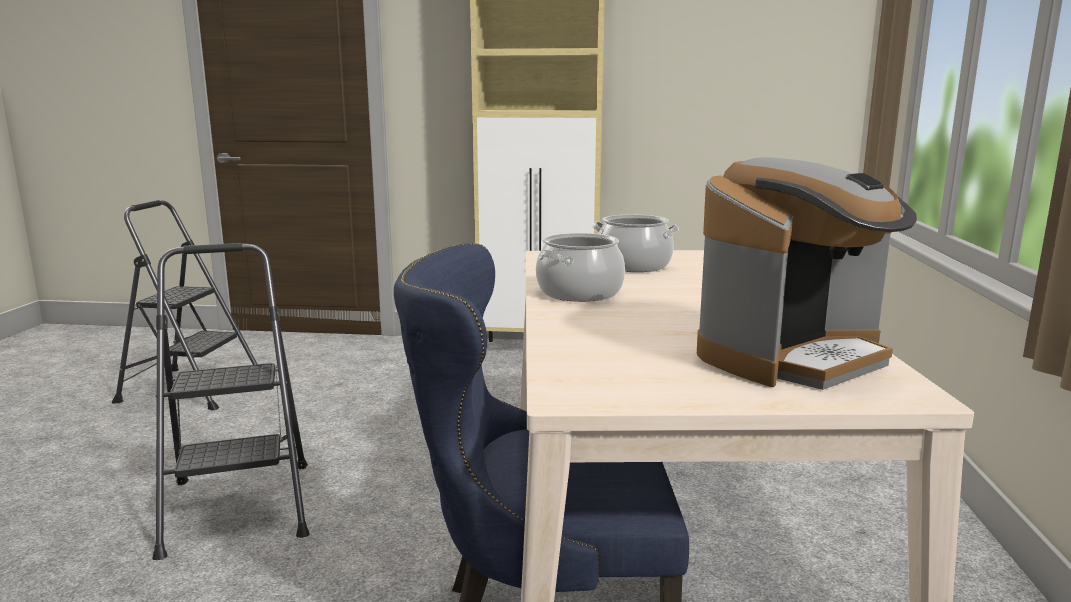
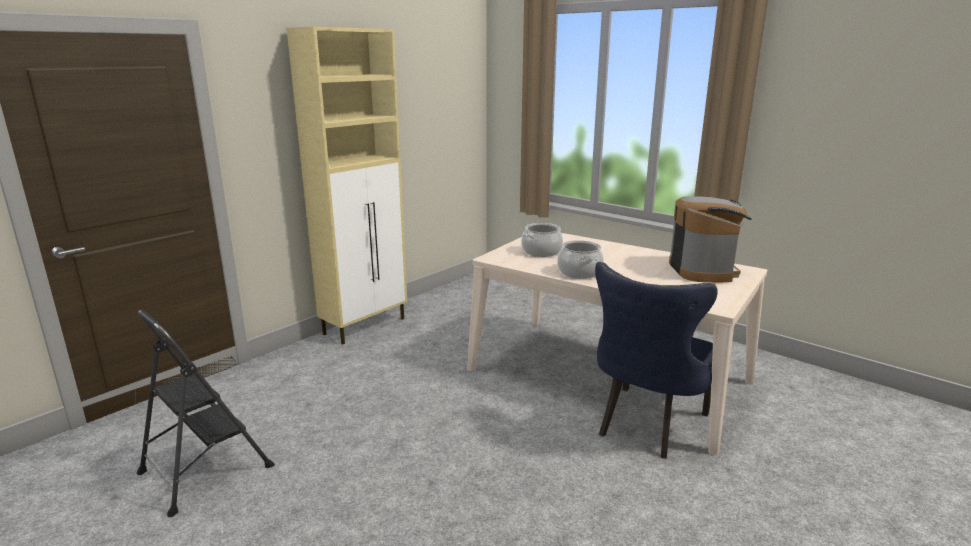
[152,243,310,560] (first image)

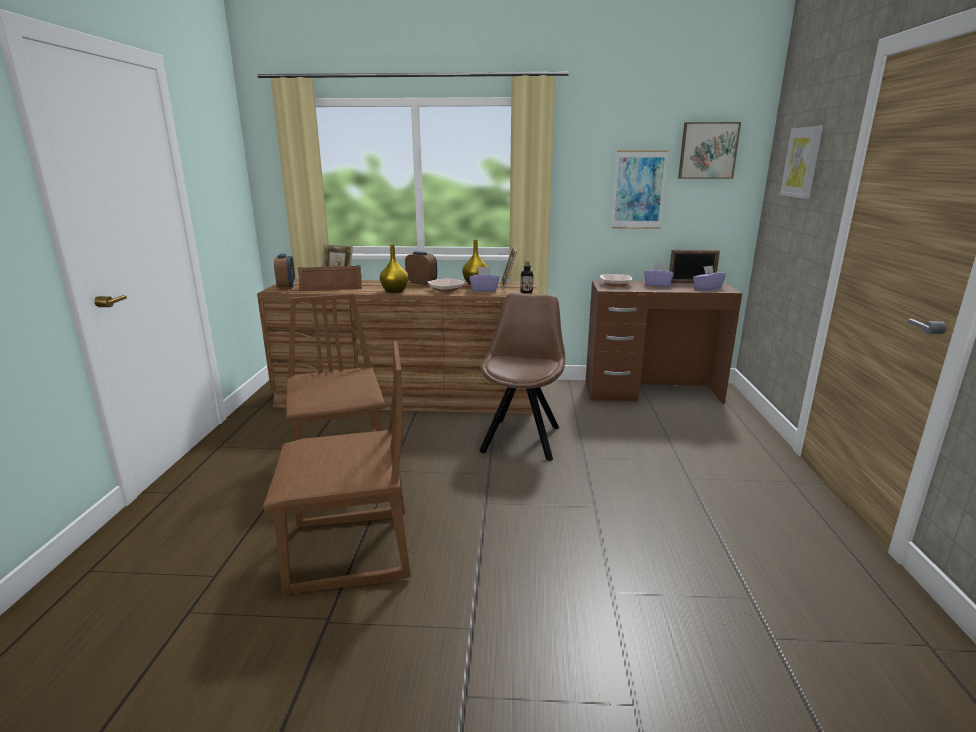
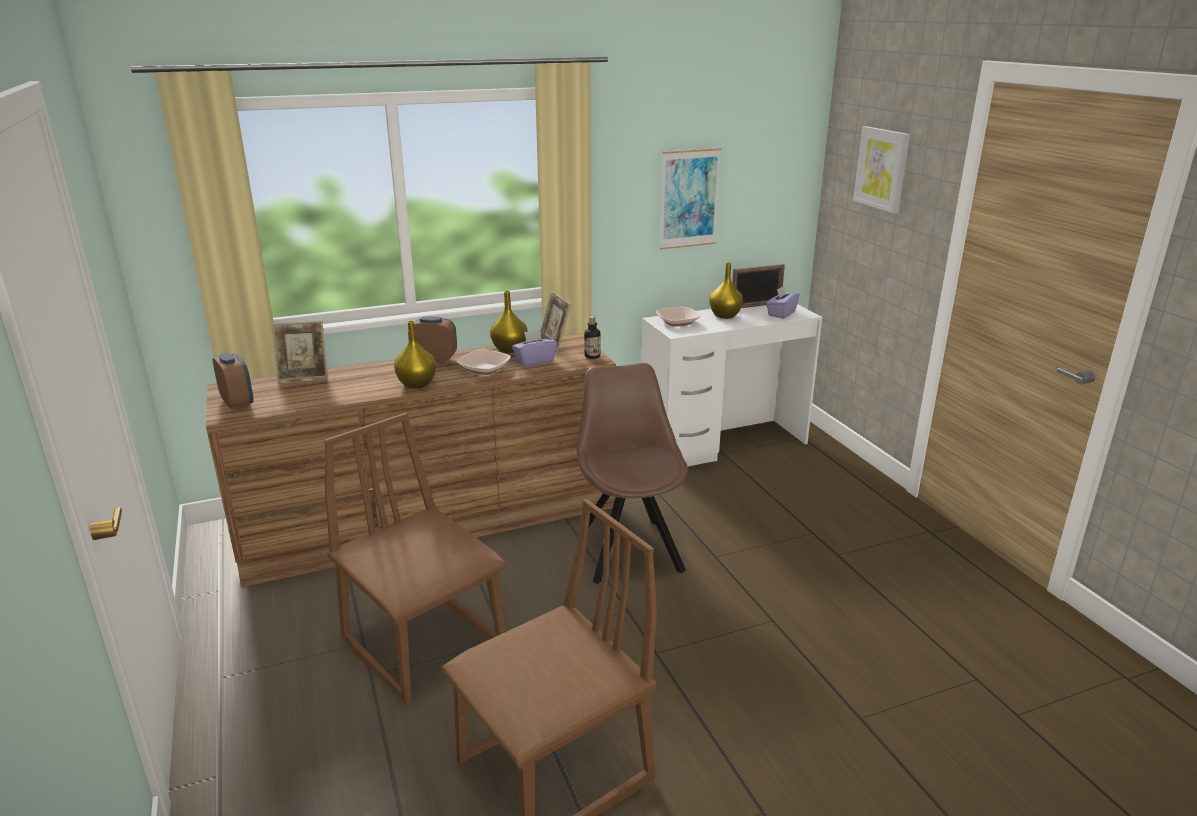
[298,265,362,292] (first image)
[678,122,741,179] (first image)
[709,263,743,319]
[641,304,822,466]

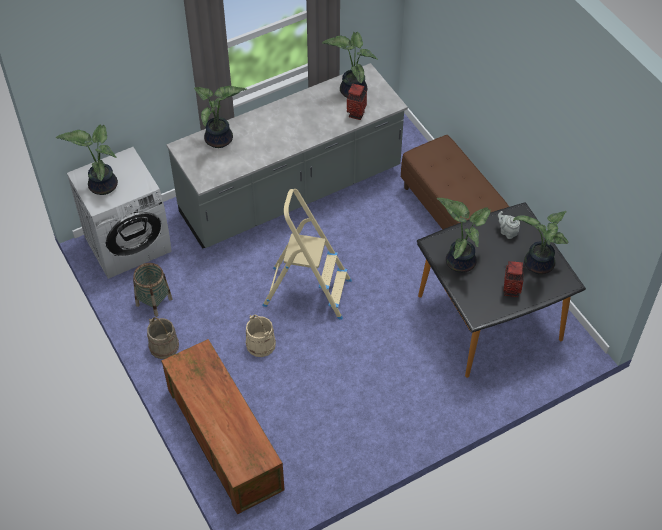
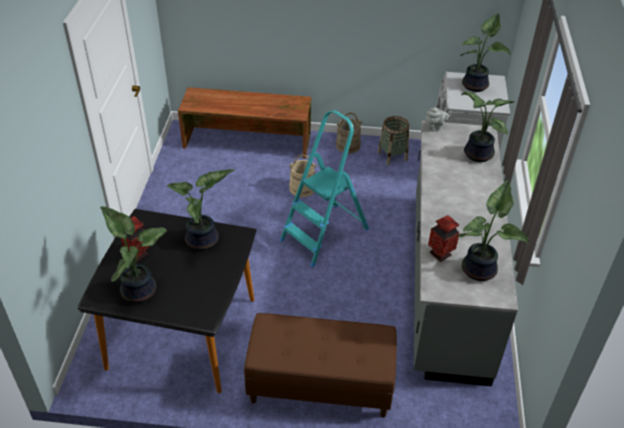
[425,107,451,131]
[280,110,369,267]

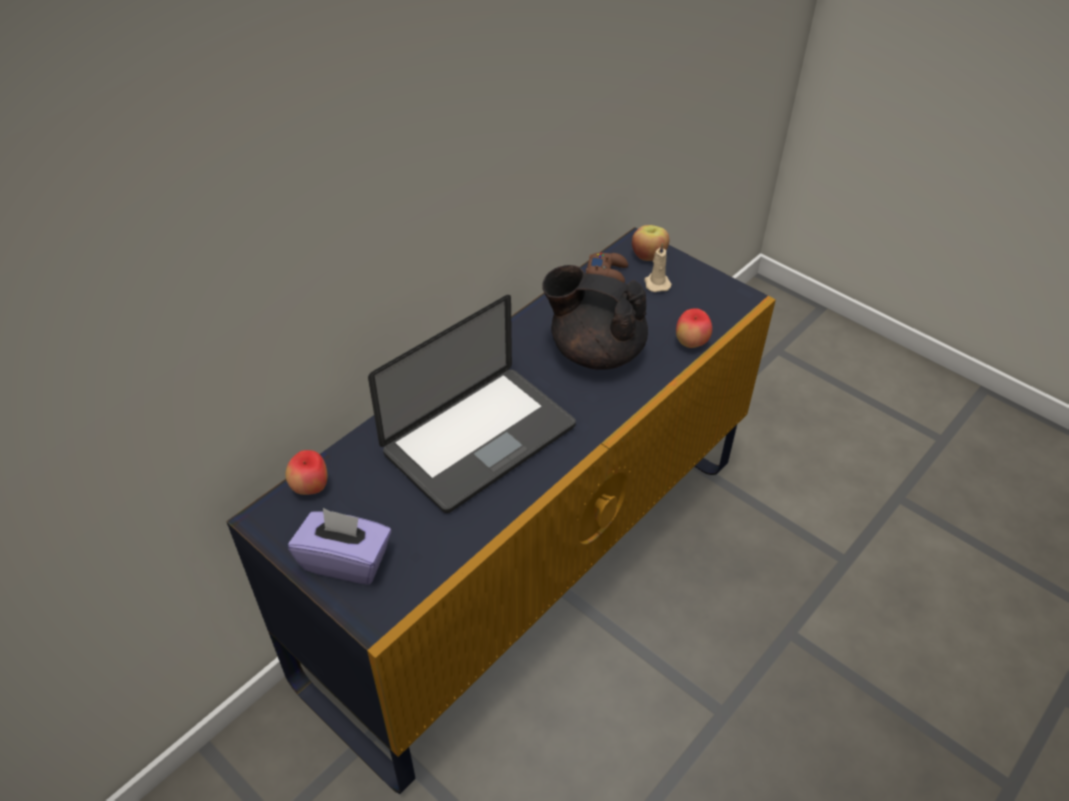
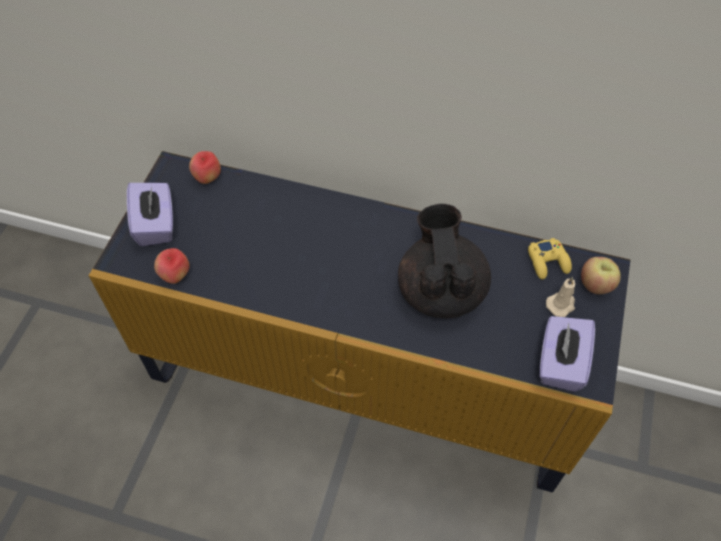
[368,295,576,513] (first image)
[540,316,595,392]
[154,248,190,284]
[528,238,572,279]

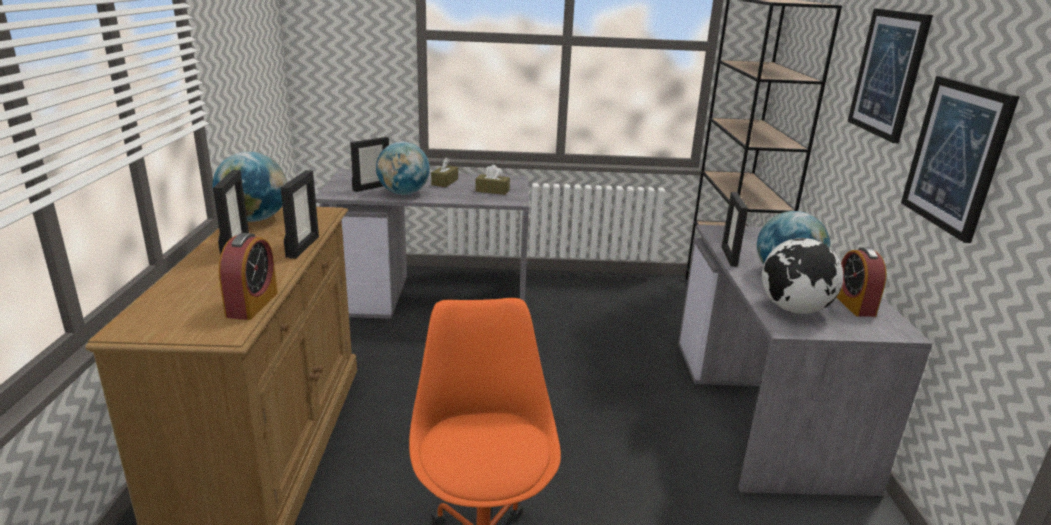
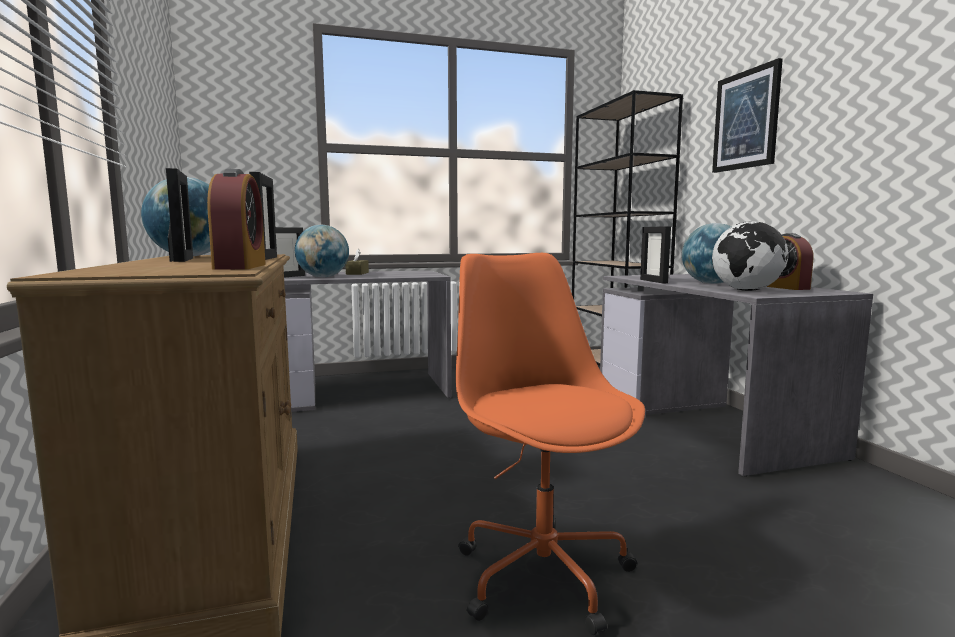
[475,165,510,195] (first image)
[901,76,1020,243] (first image)

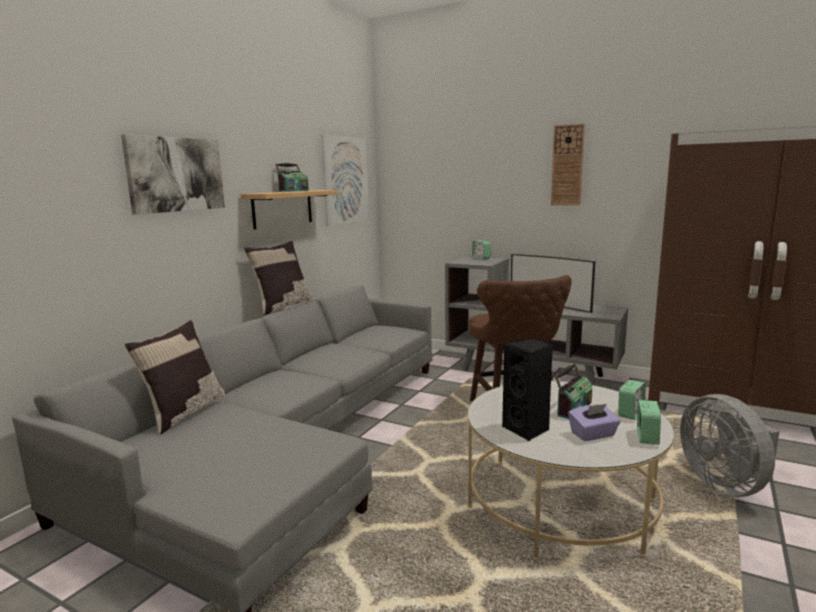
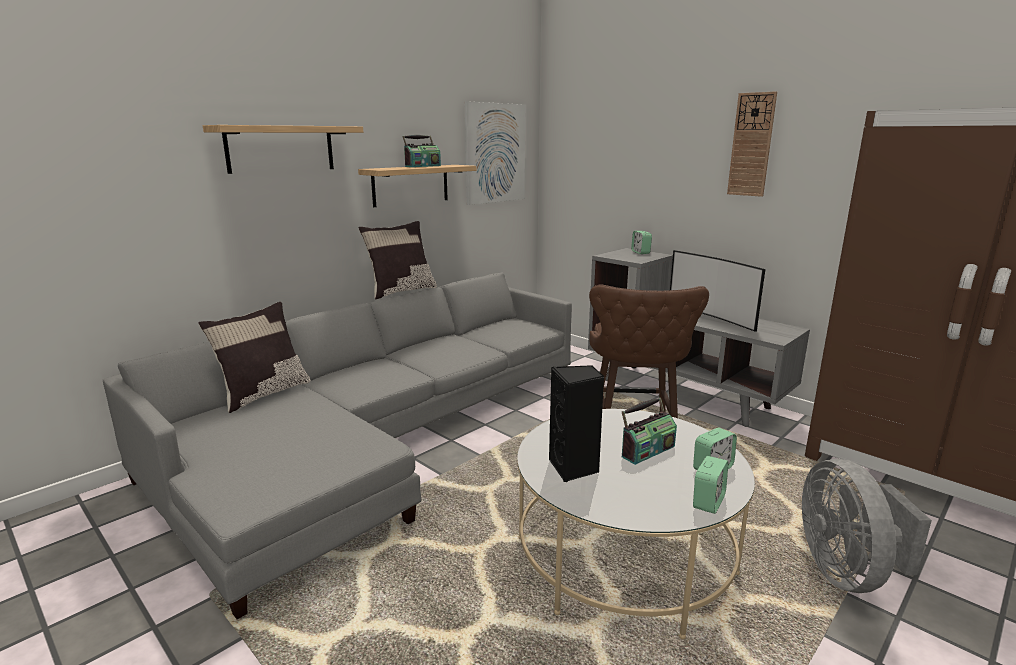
[568,404,621,441] (first image)
[203,125,363,174]

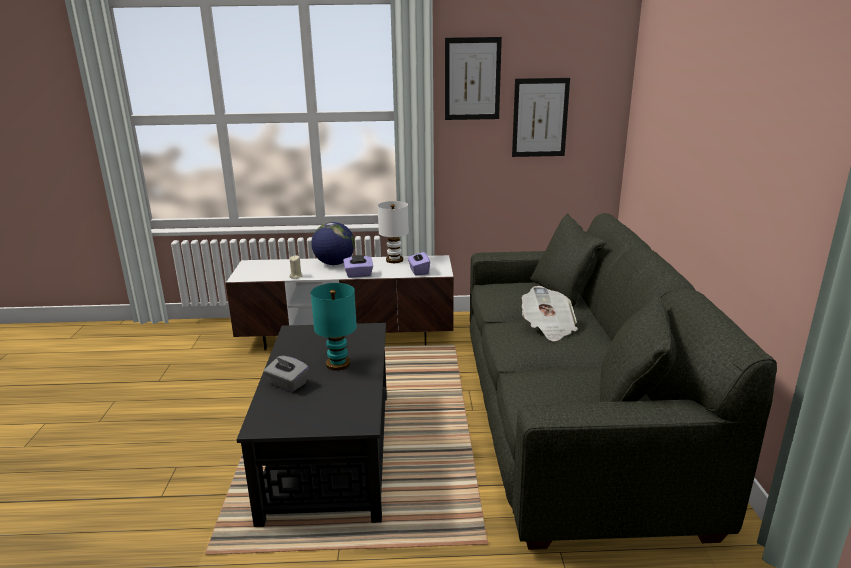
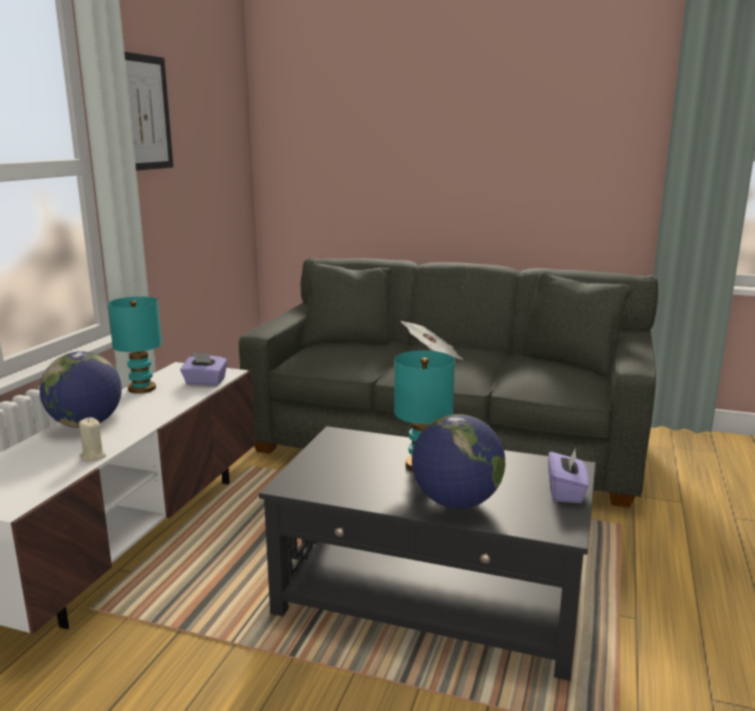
[512,78,570,157] (first image)
[548,448,589,503]
[412,414,505,509]
[108,297,162,394]

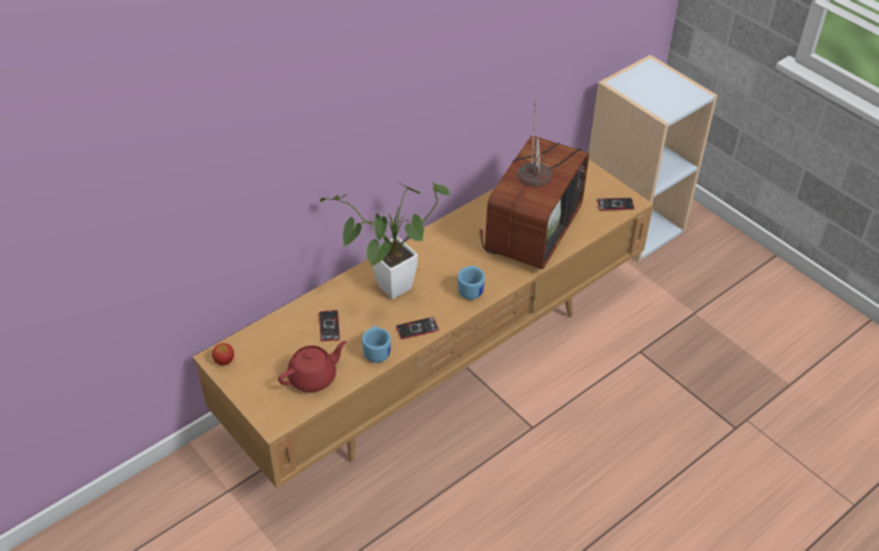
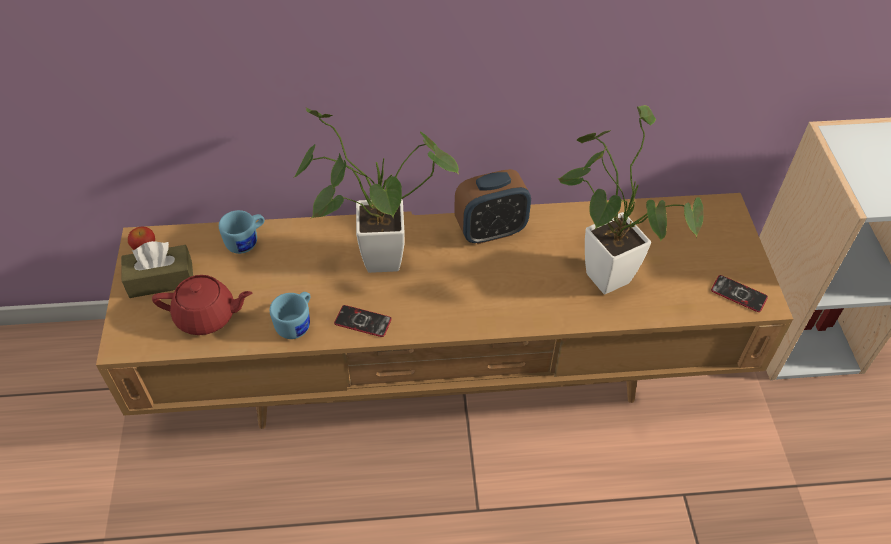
[319,310,340,341] (first image)
[121,241,193,298]
[454,169,531,244]
[219,210,265,254]
[557,105,703,294]

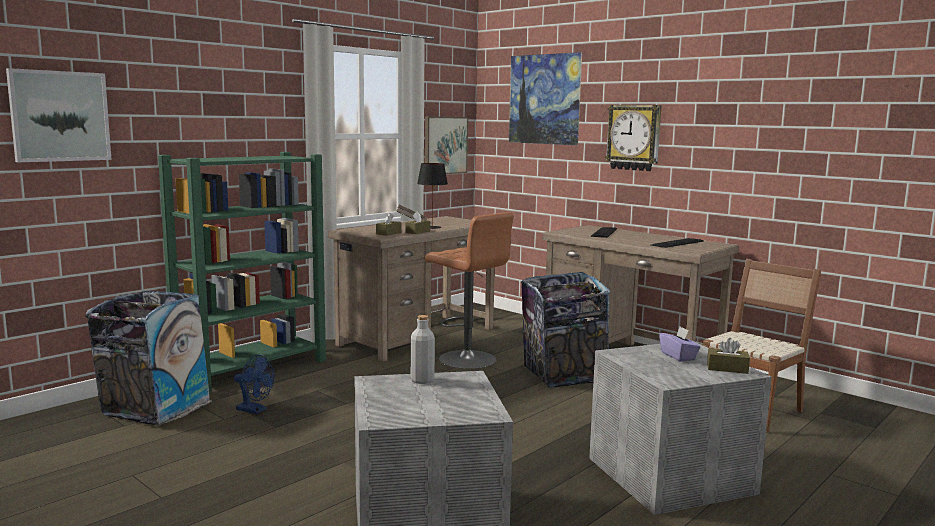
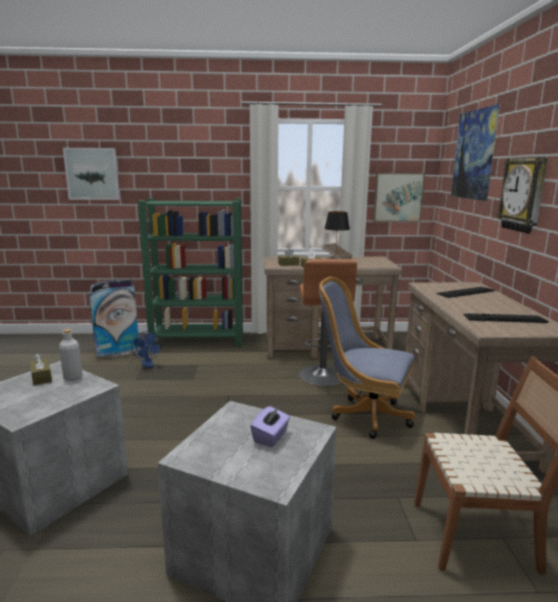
[30,353,52,385]
[319,277,415,439]

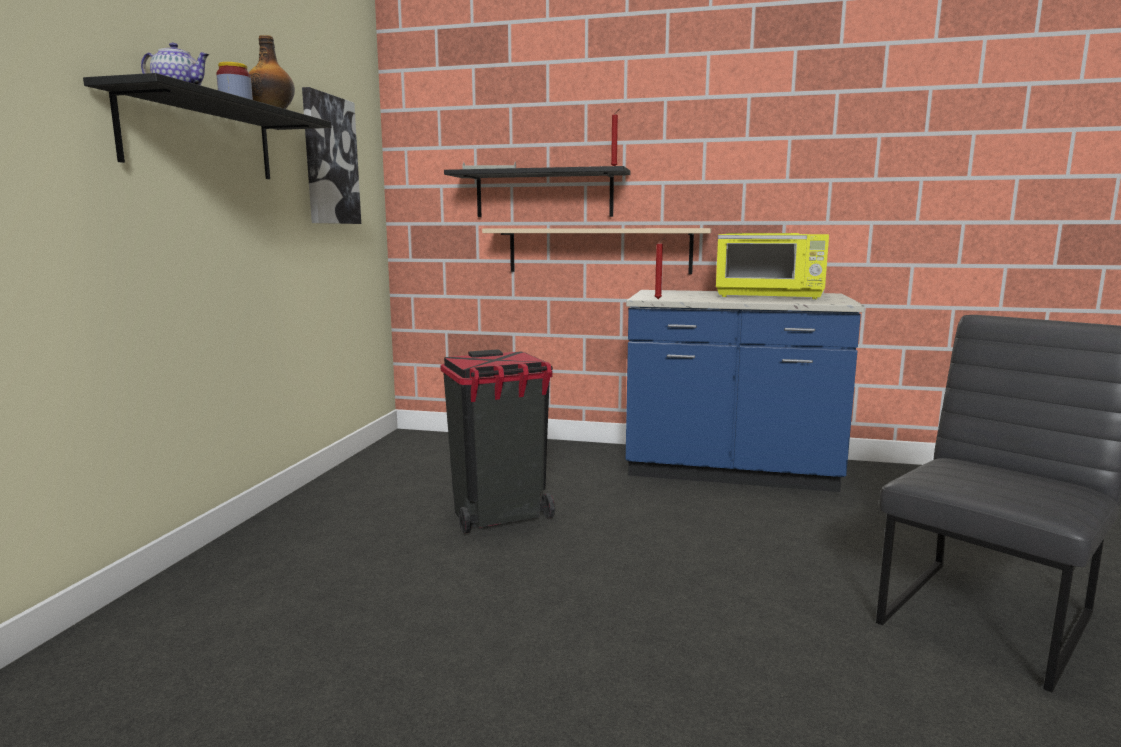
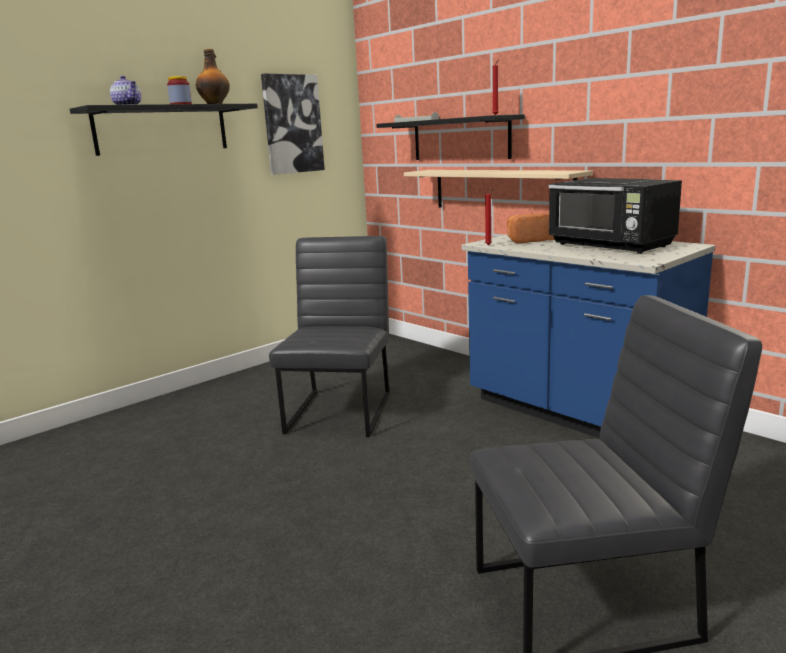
[507,213,555,243]
[269,236,390,437]
[548,178,682,254]

